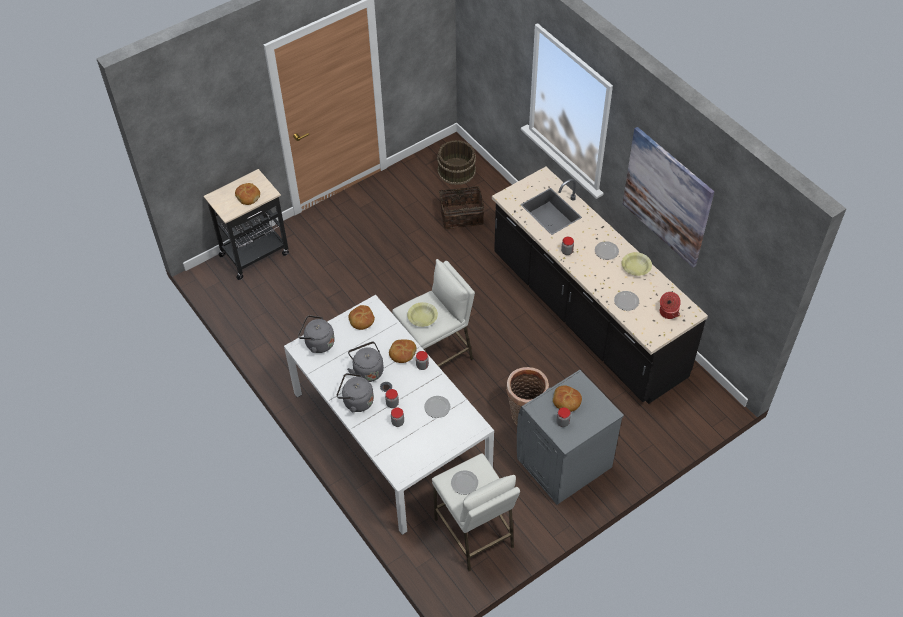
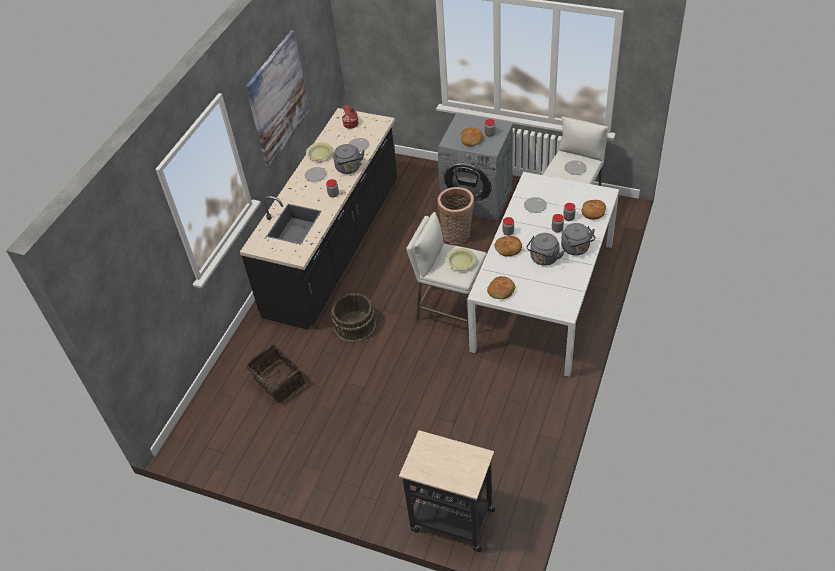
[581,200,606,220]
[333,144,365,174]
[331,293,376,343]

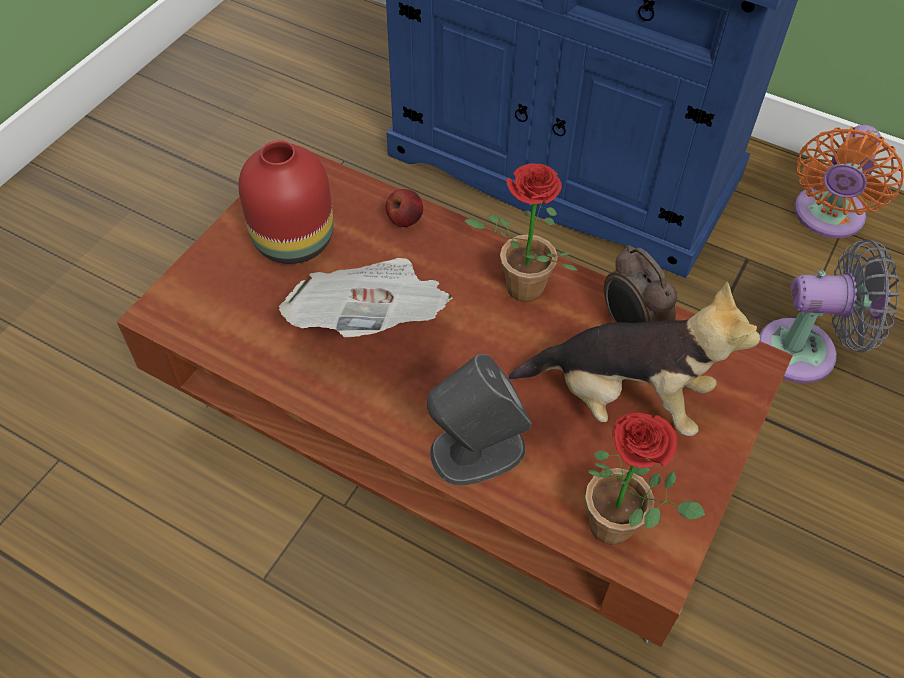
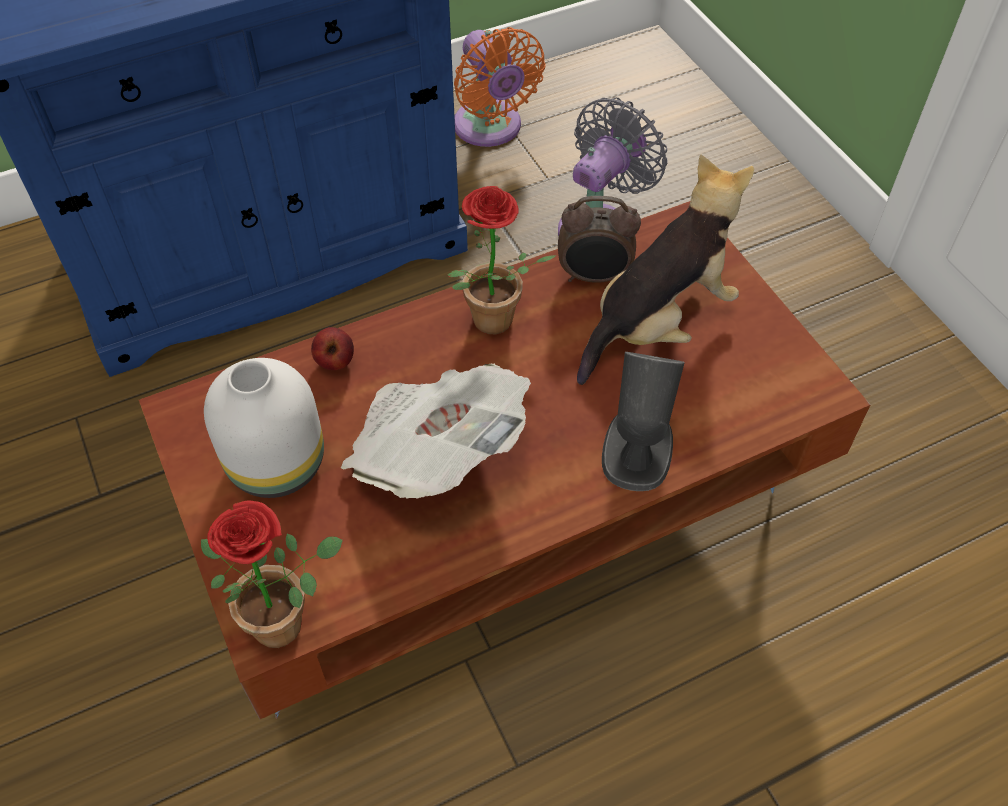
[201,500,343,648]
[204,358,324,498]

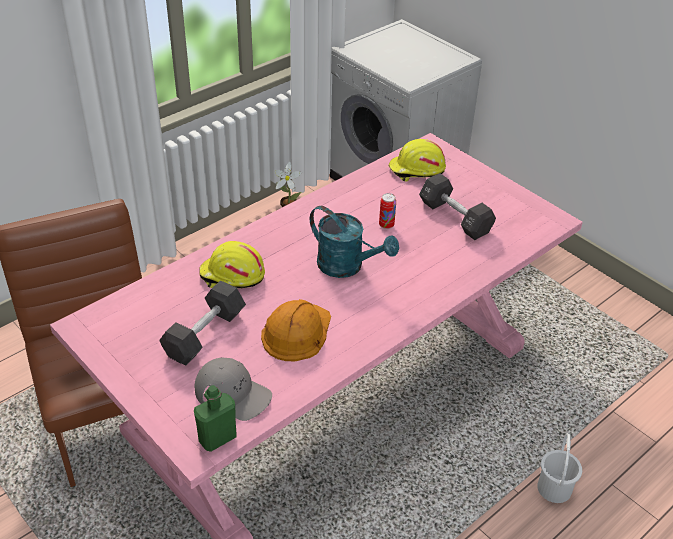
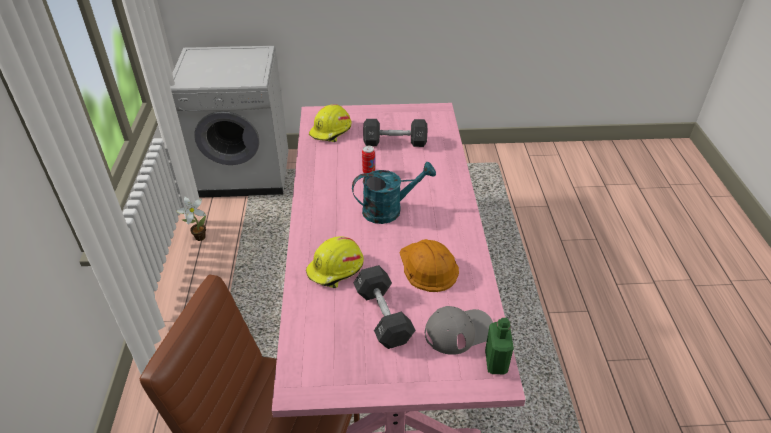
[537,433,582,503] (first image)

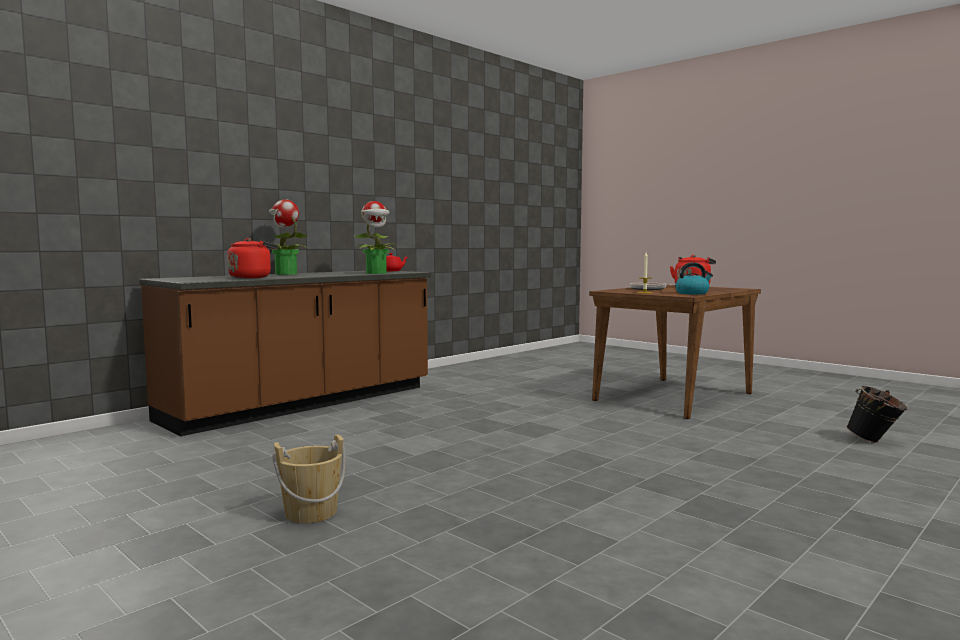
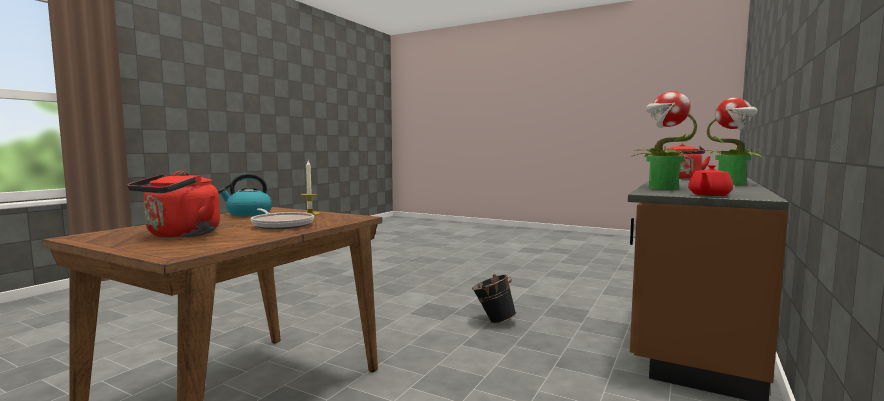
[272,435,345,523] (first image)
[472,274,516,324]

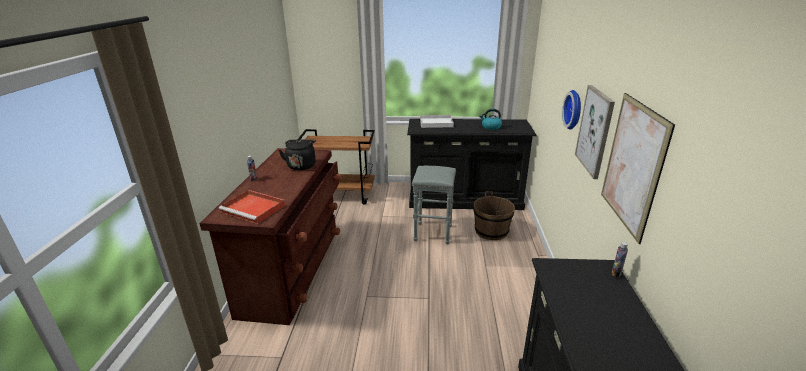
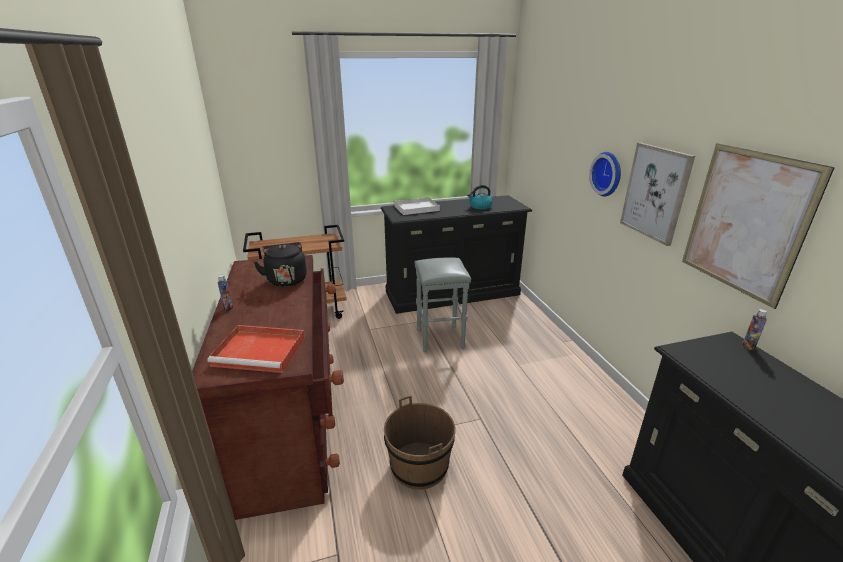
[384,396,456,490]

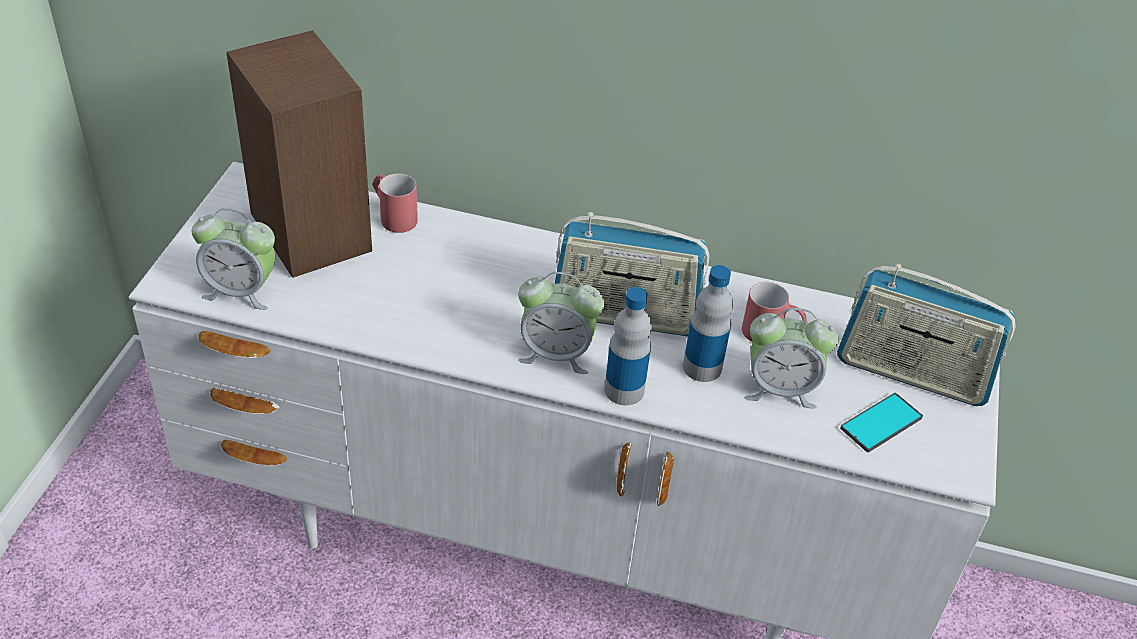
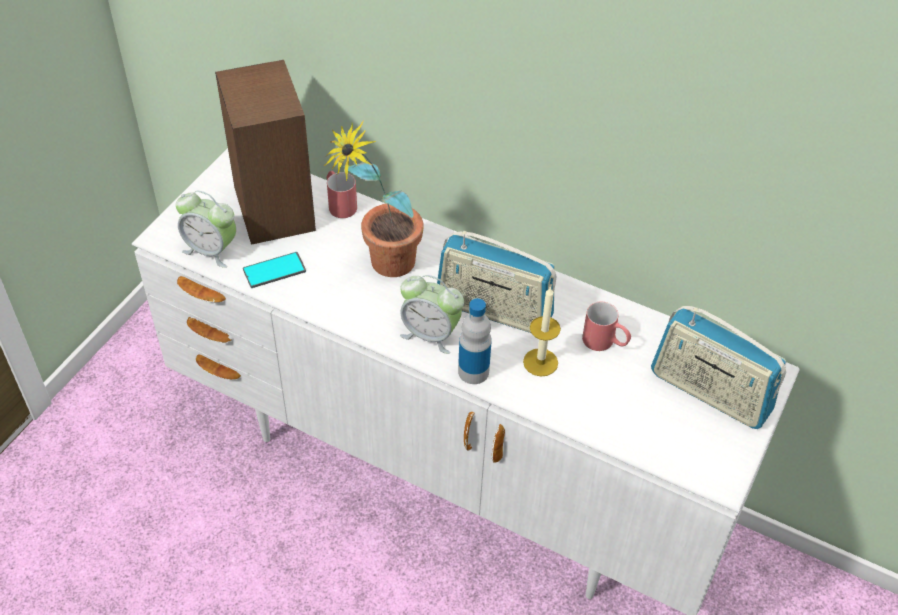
[744,308,839,408] (first image)
[324,121,424,277]
[243,252,306,288]
[523,286,561,376]

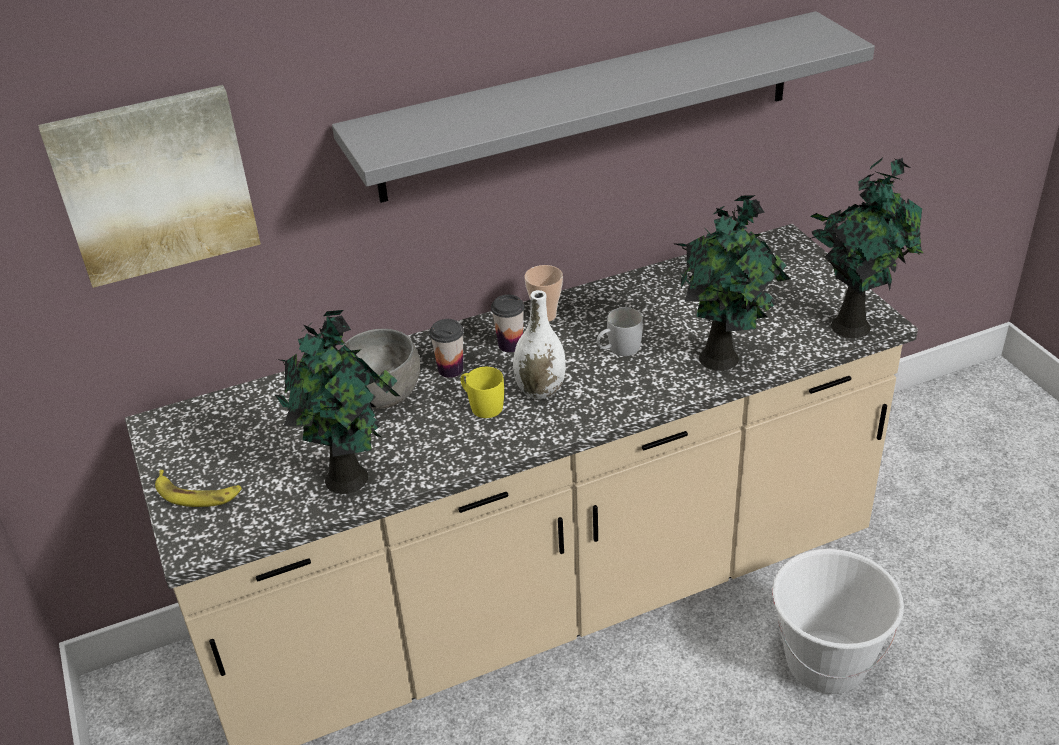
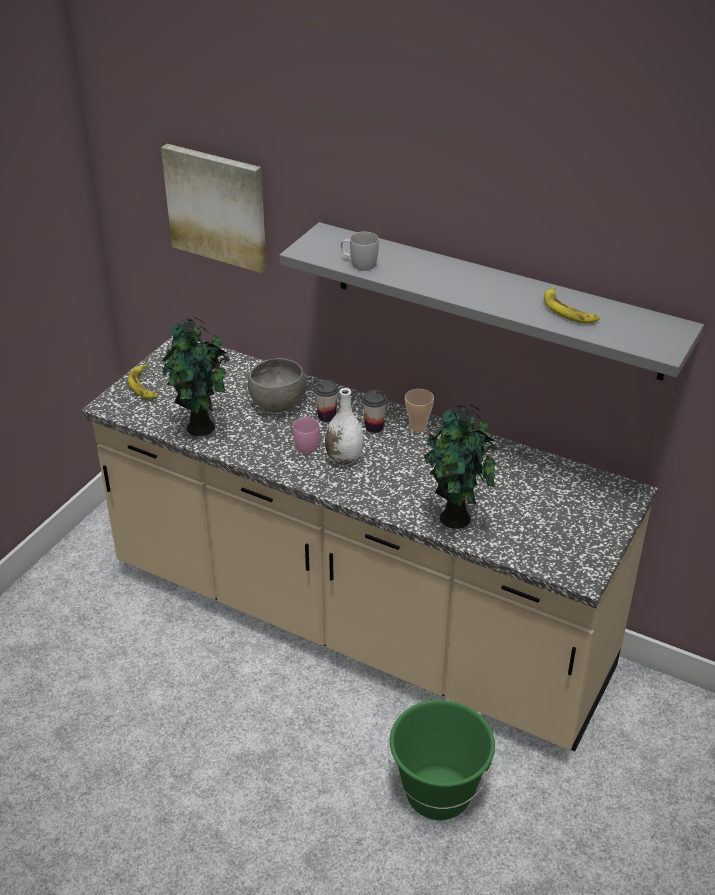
[810,157,923,338] (first image)
[544,286,600,323]
[341,232,379,271]
[293,417,320,454]
[388,700,495,820]

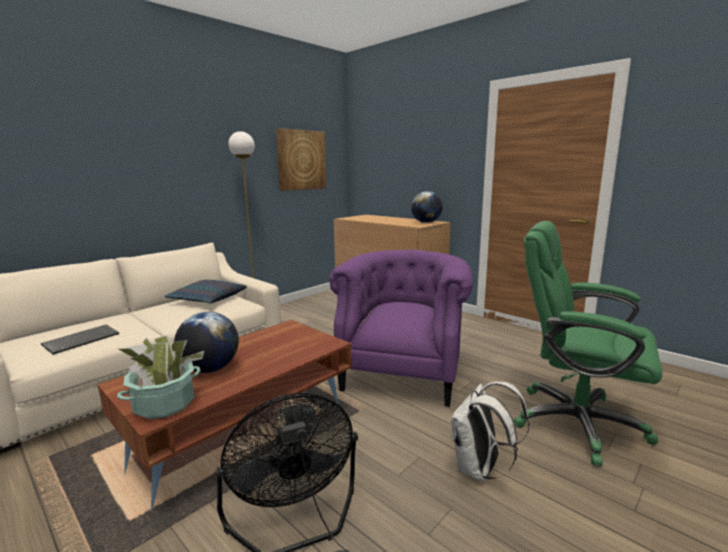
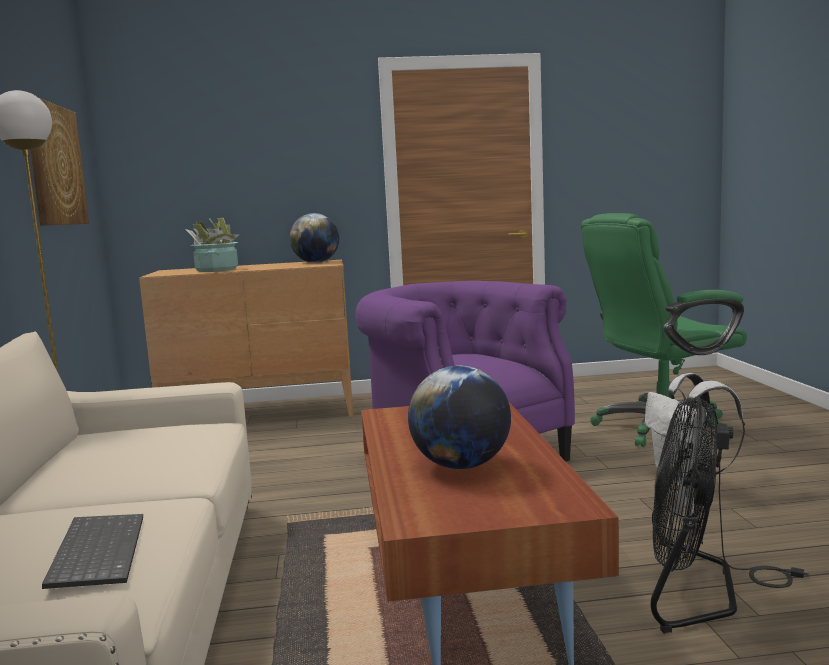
[164,280,247,303] (first image)
[185,218,239,272]

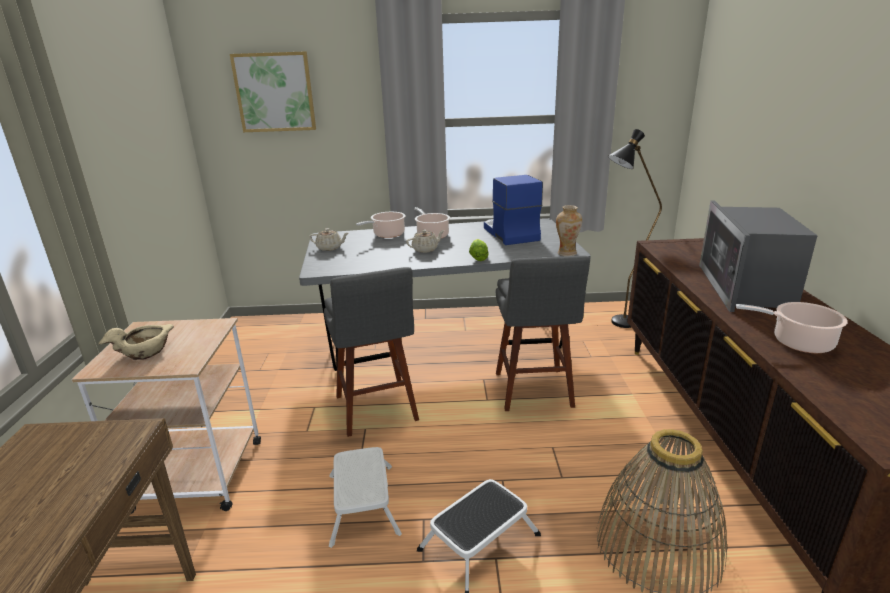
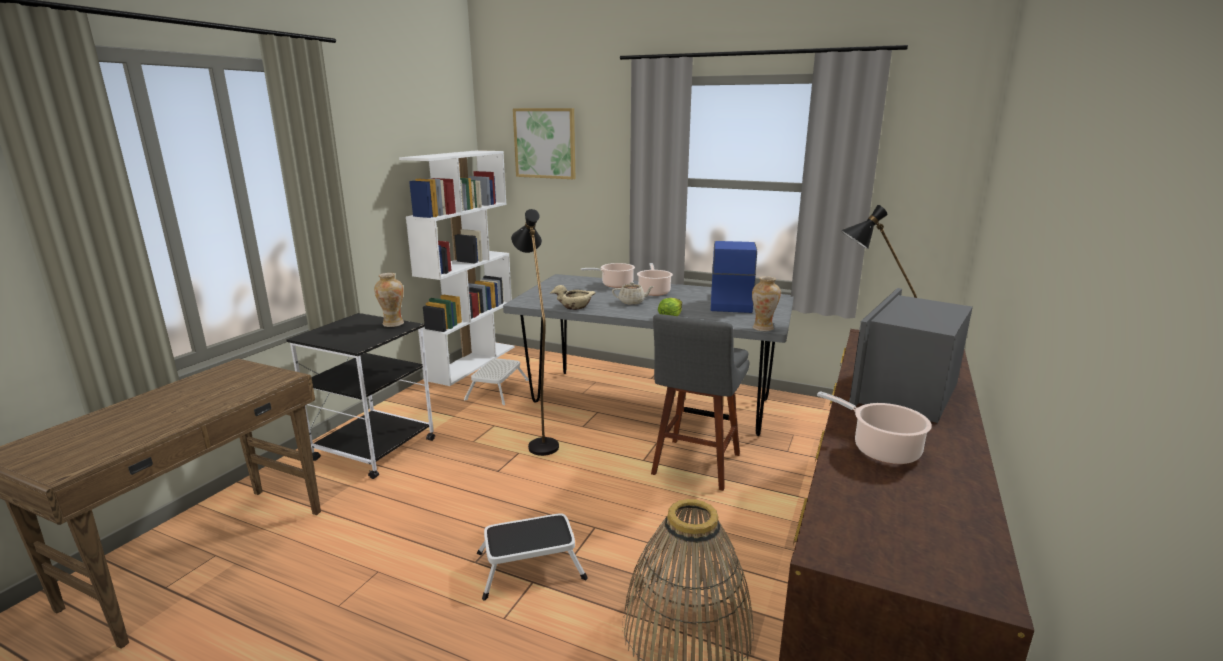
[309,228,348,251] (first image)
[374,273,404,327]
[399,150,514,386]
[550,285,596,310]
[464,358,529,405]
[511,209,559,456]
[286,313,435,479]

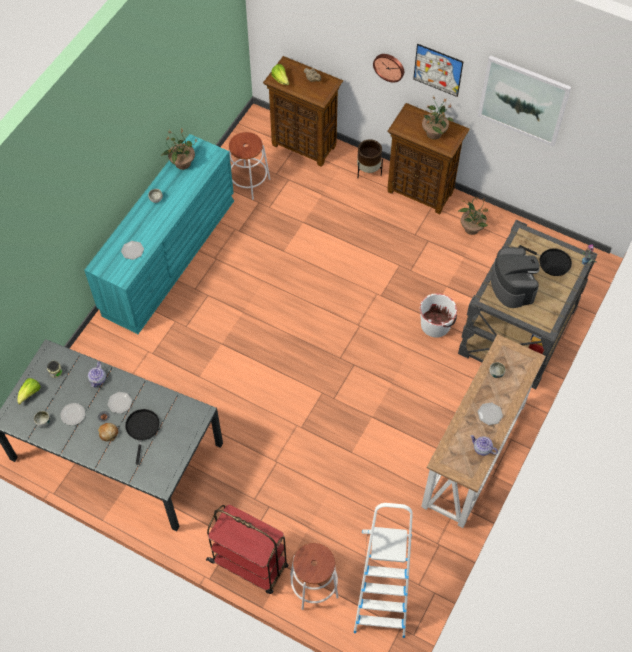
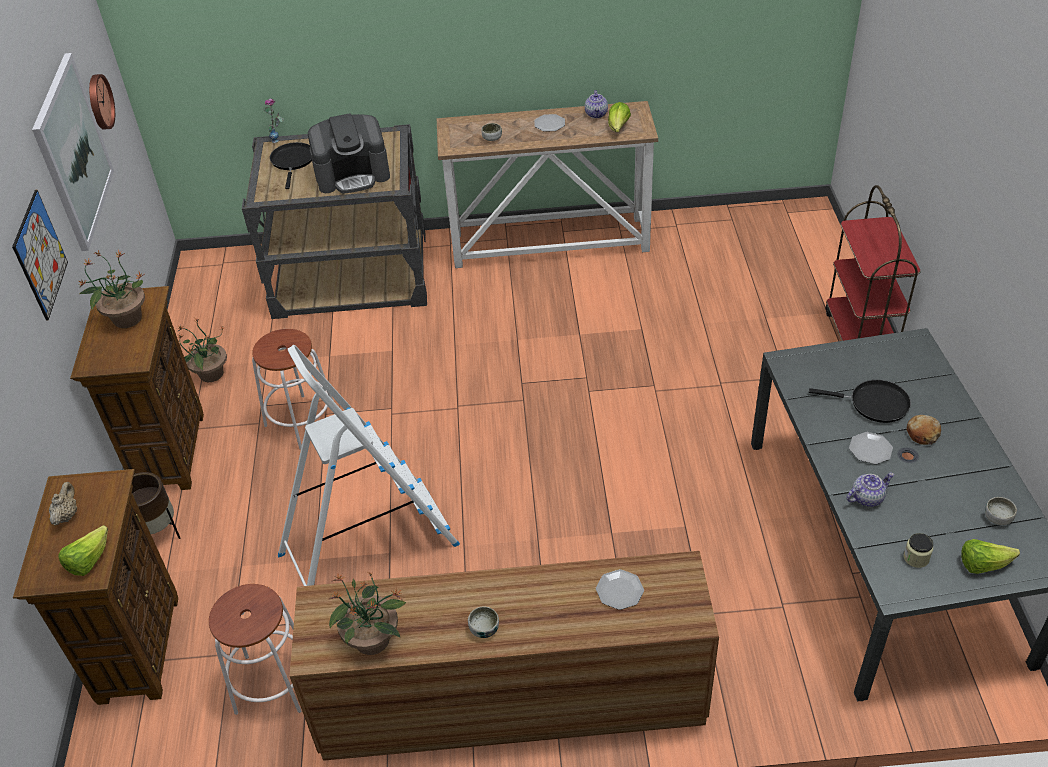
[61,403,85,425] (first image)
[420,293,457,338] (first image)
[608,102,631,132]
[252,329,334,450]
[278,345,460,586]
[89,74,115,130]
[290,551,719,761]
[809,380,911,423]
[308,114,390,194]

